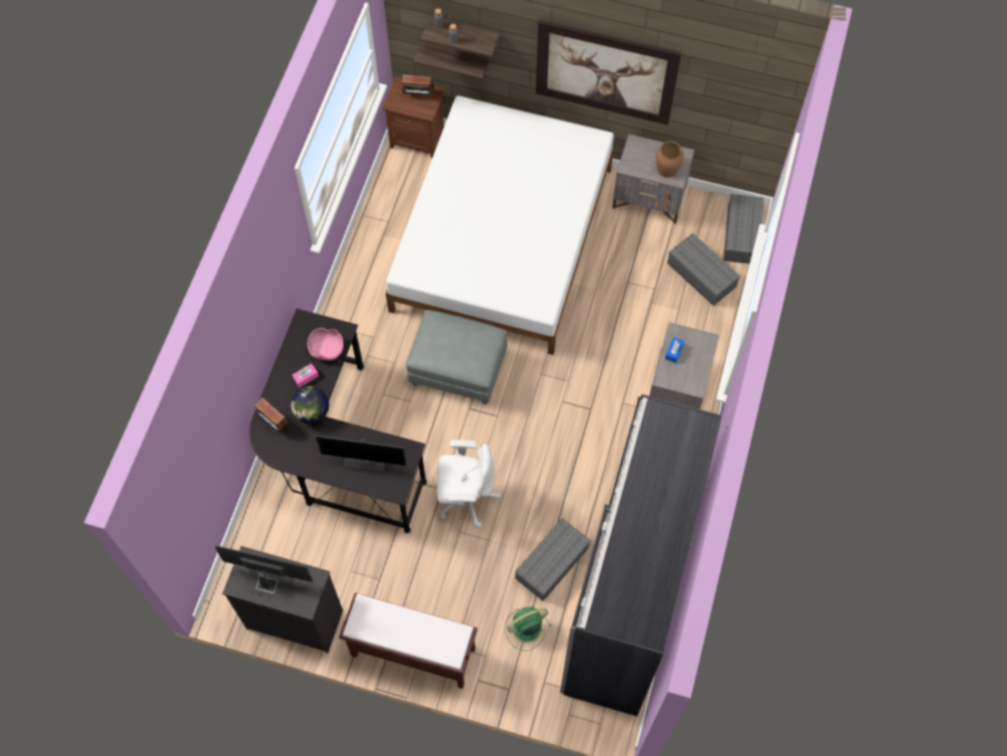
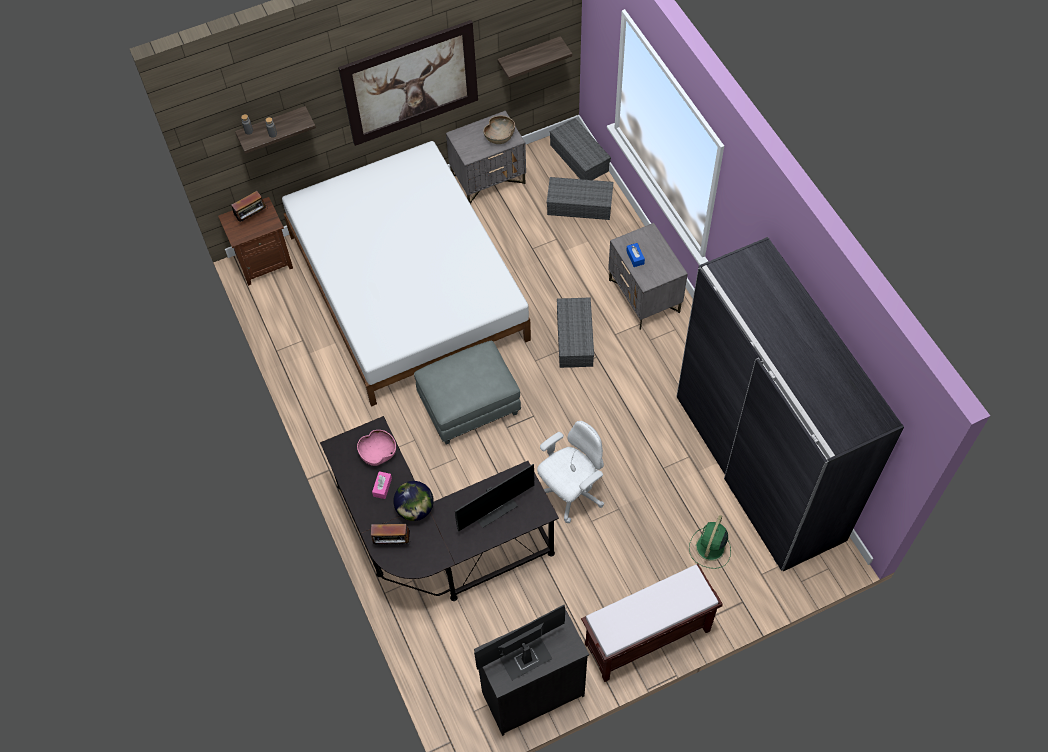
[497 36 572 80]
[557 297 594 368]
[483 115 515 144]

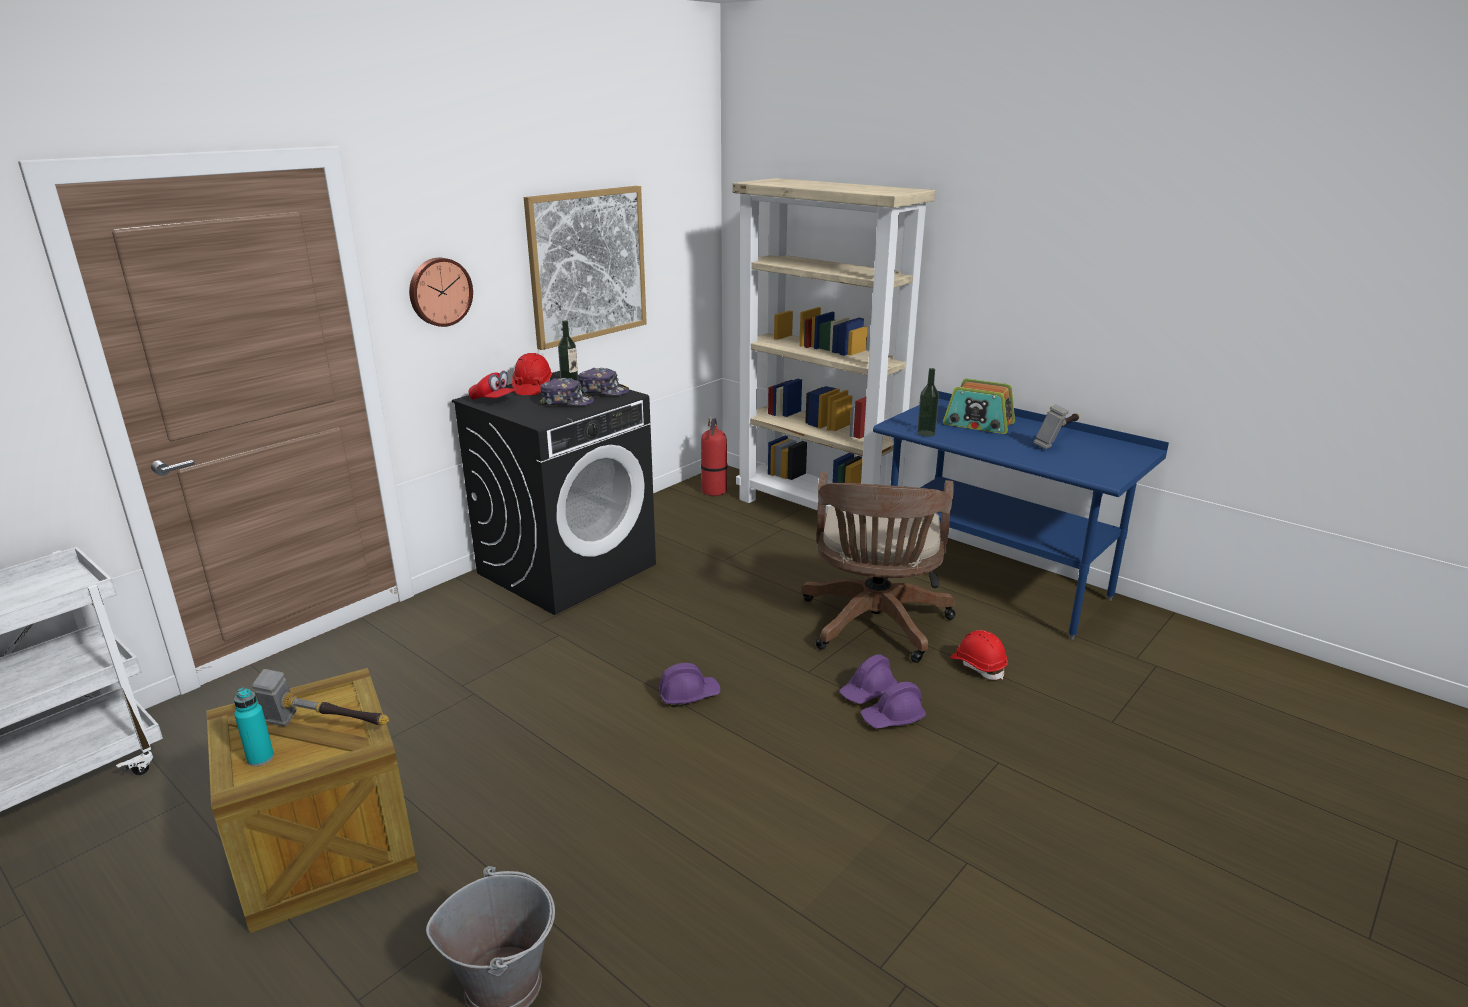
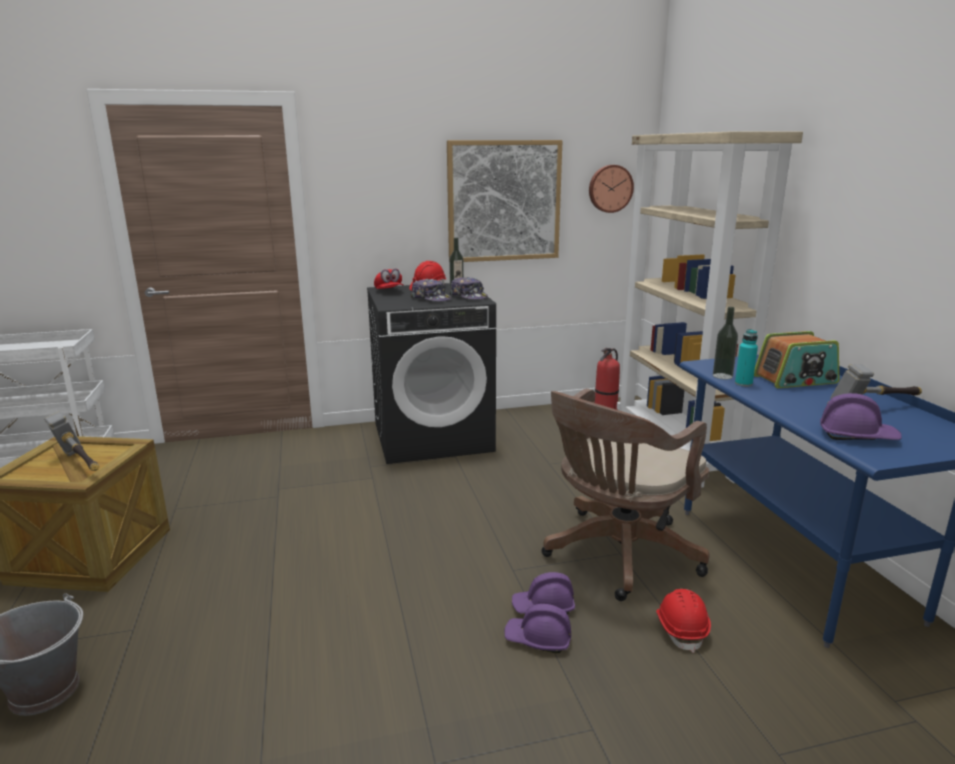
[735 329 758 387]
[589 165 634 213]
[820 393 901 440]
[754 331 839 388]

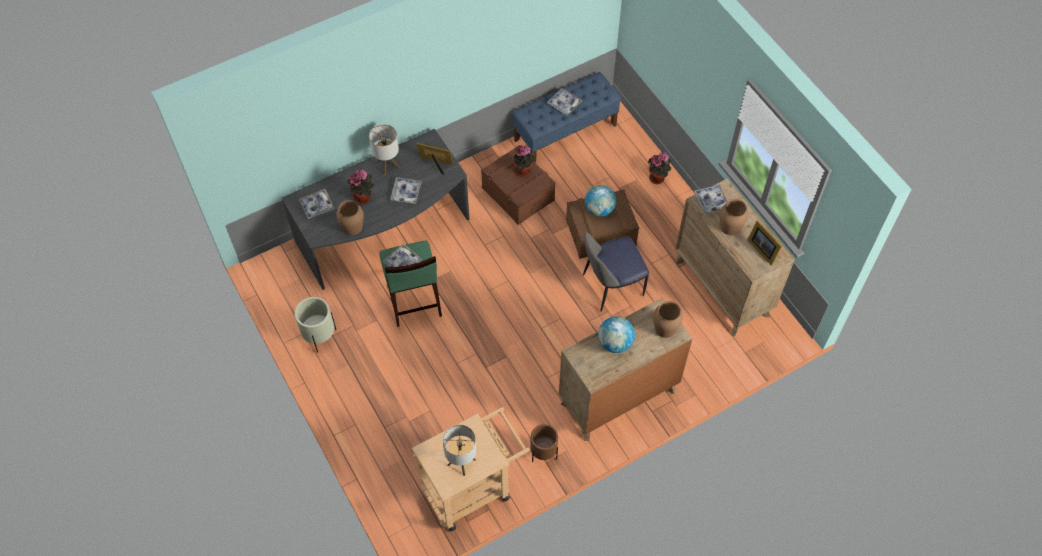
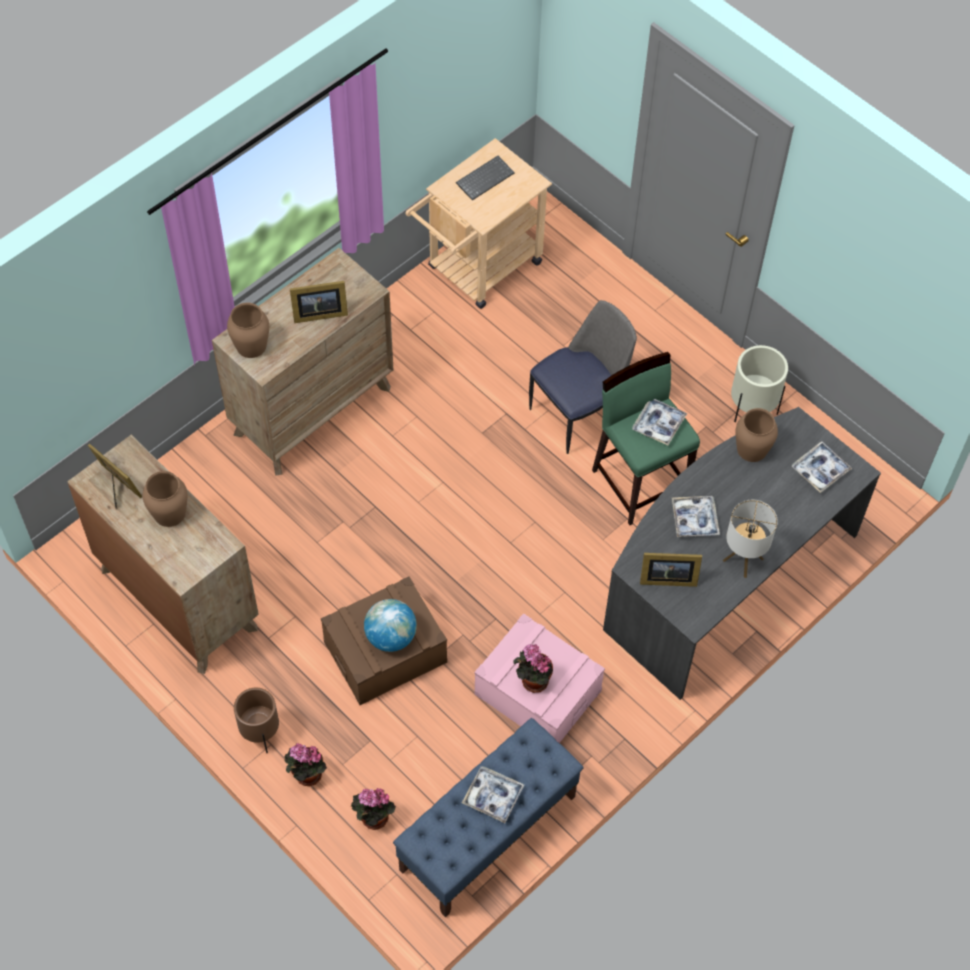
[351 788 396 830]
[456 156 515 200]
[474 613 605 743]
[234 688 279 753]
[529 300 637 454]
[290 281 348 323]
[695 184 728 214] (first image)

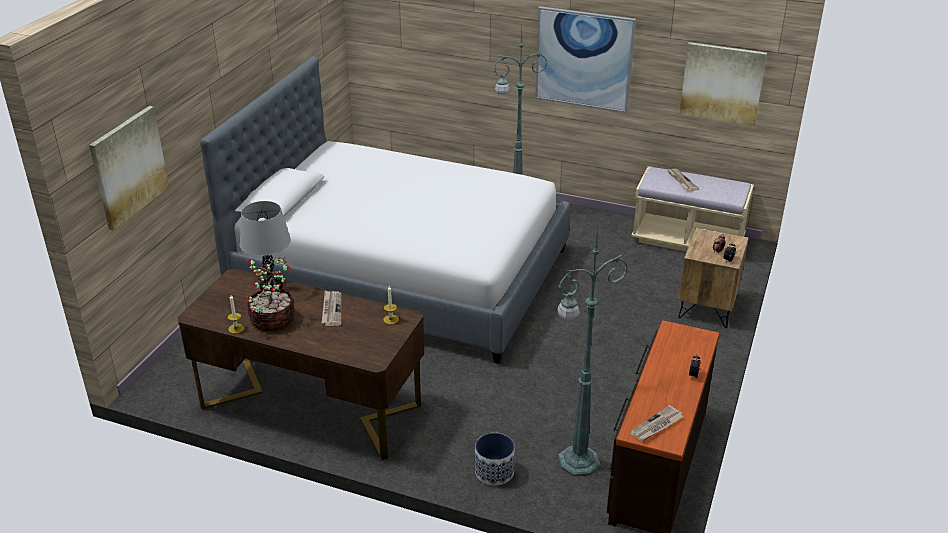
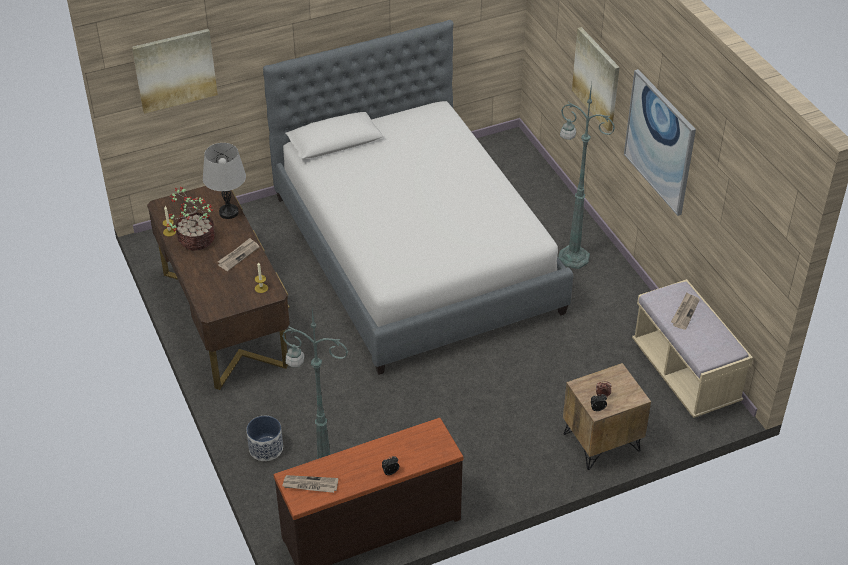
[572 27 620 131]

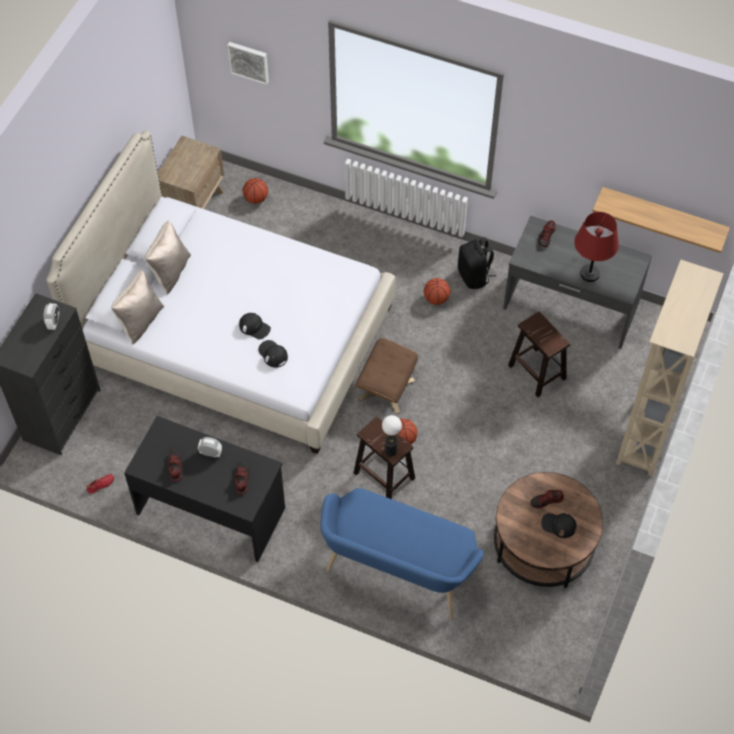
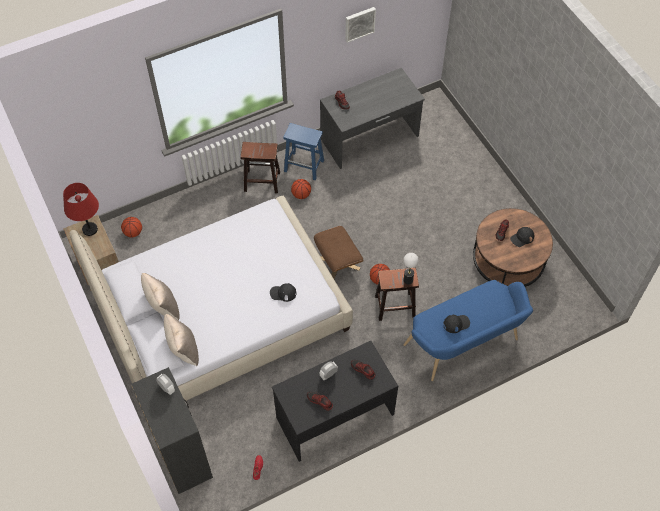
[345 7 376 43]
[443 314 470 333]
[283 123 324 180]
[240 142 280 194]
[63 183 99 236]
[592 187 730 253] (first image)
[616 260 724 477] (first image)

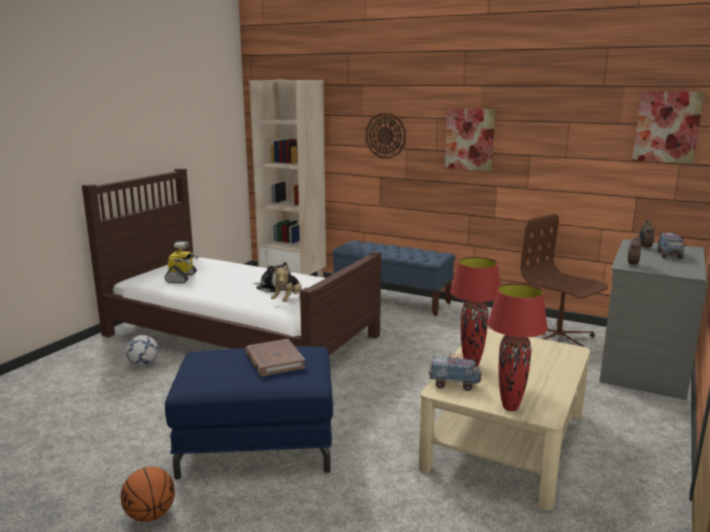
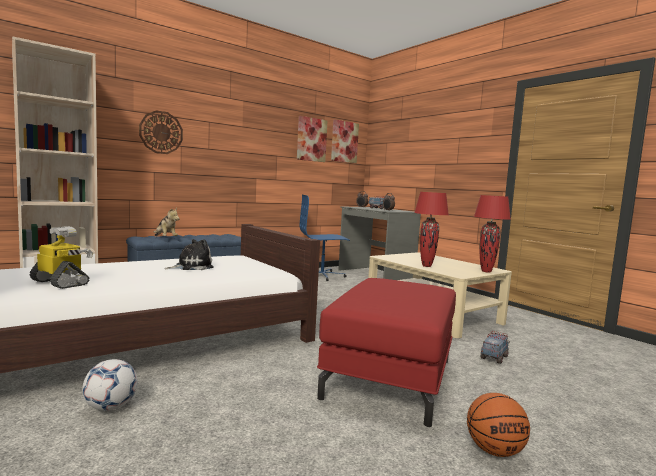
[317 278 456 427]
[245 339 305 376] (first image)
[154 208 179 236]
[481 331 510 364]
[297 116 327 162]
[300 195 350 281]

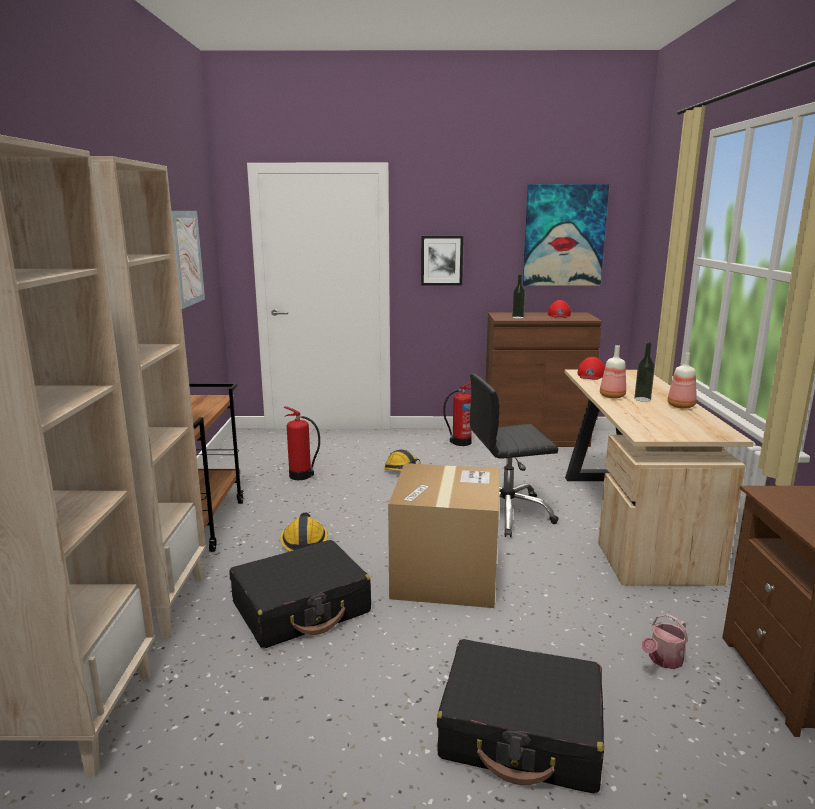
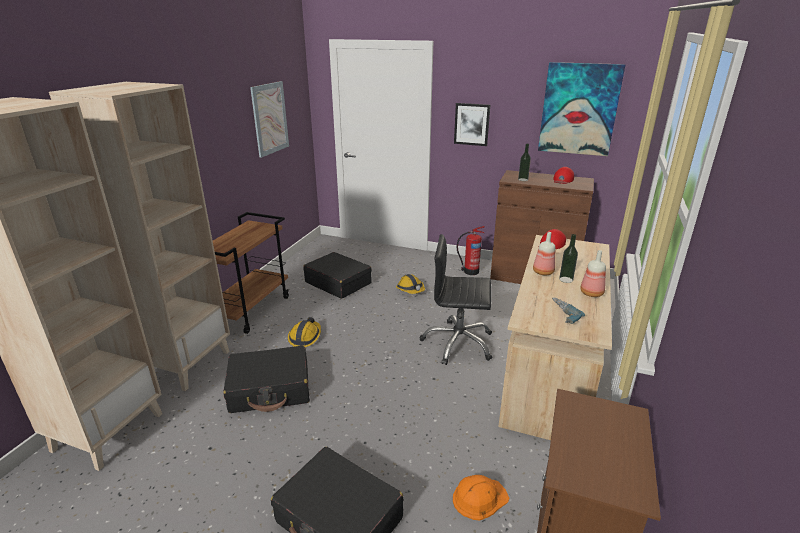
[303 252 372 299]
[388 463 500 608] (first image)
[453 475 509 520]
[552 297 585 324]

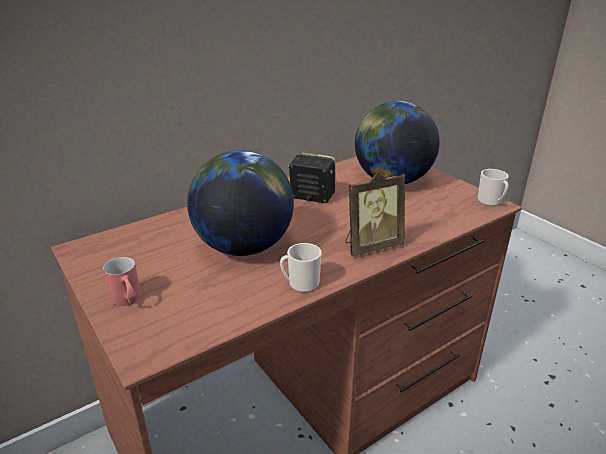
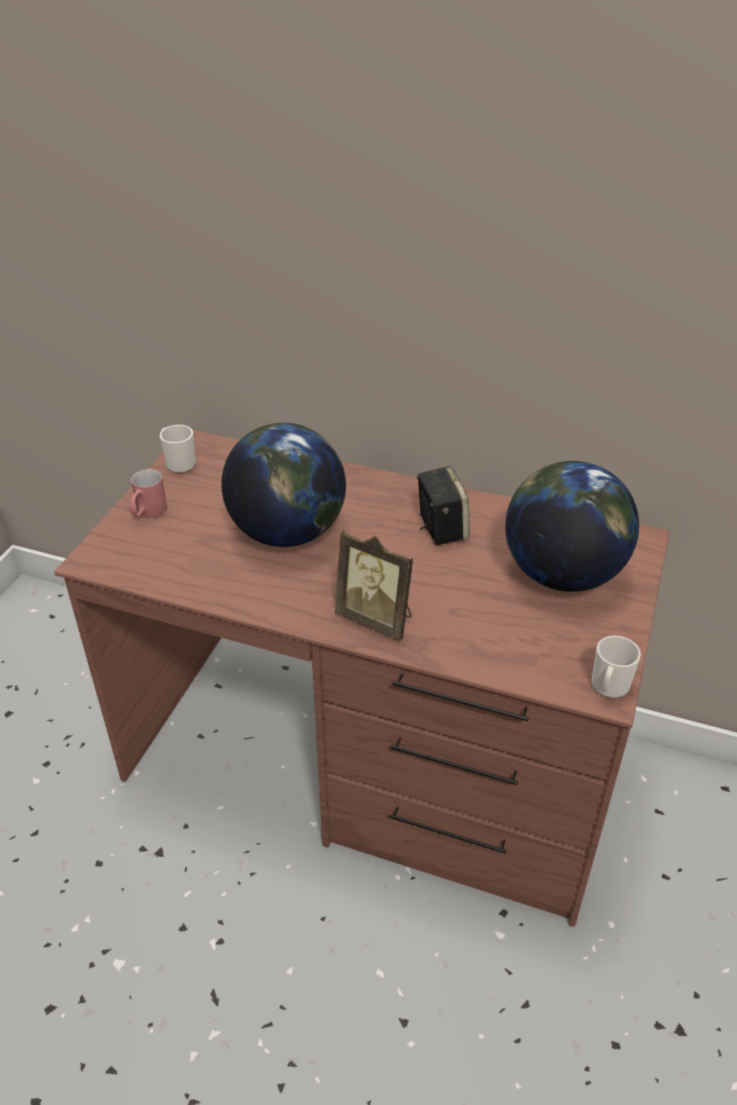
[160 425 196 473]

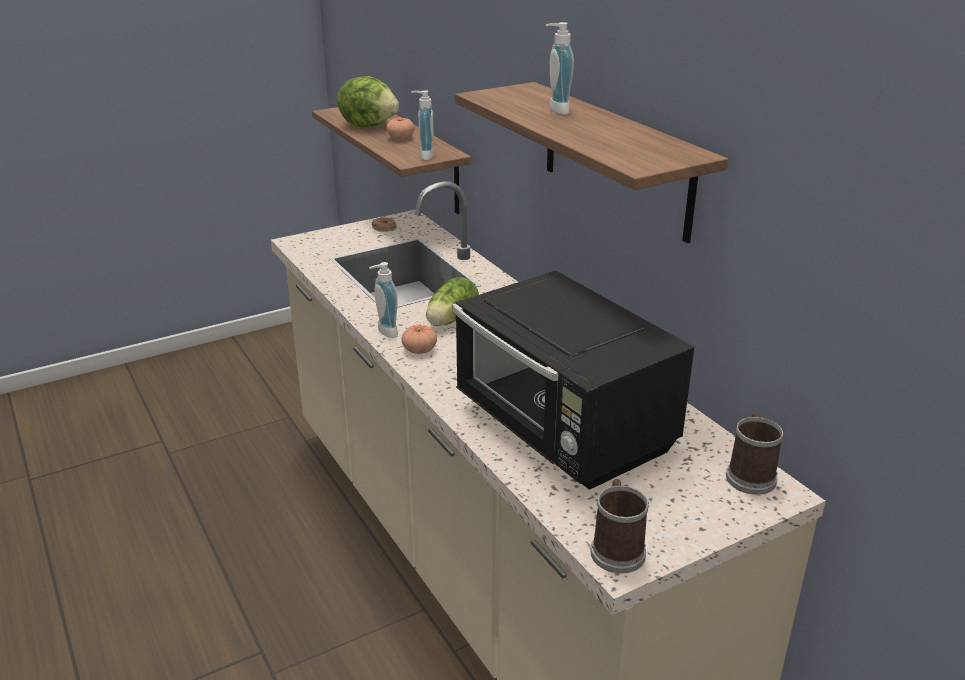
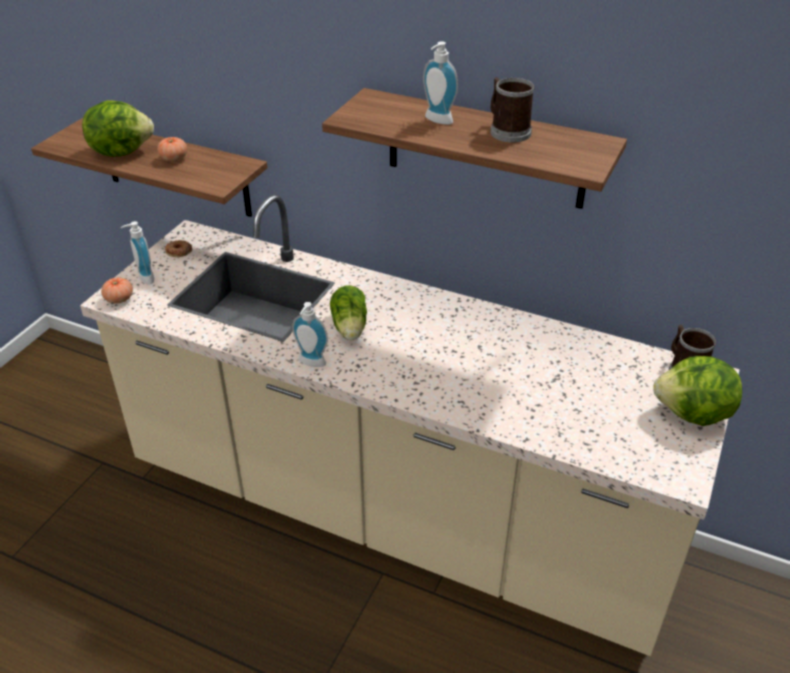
[101 277 133 303]
[121 221 154 284]
[452 270 694 490] (first image)
[490 77 535 143]
[653 356 742 426]

